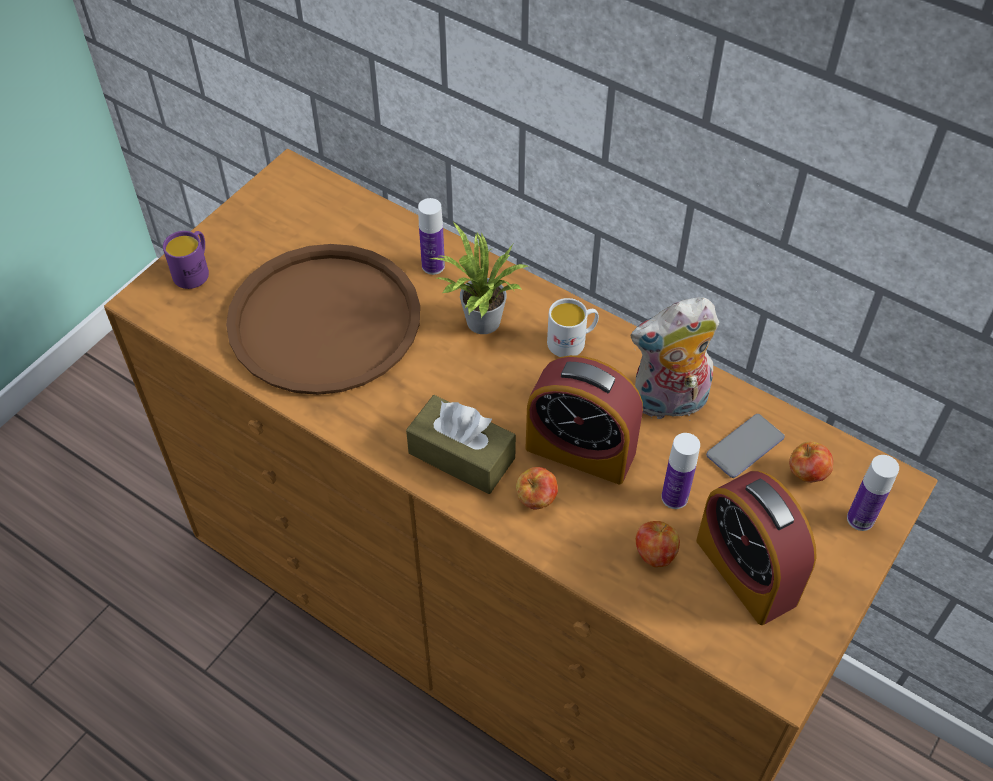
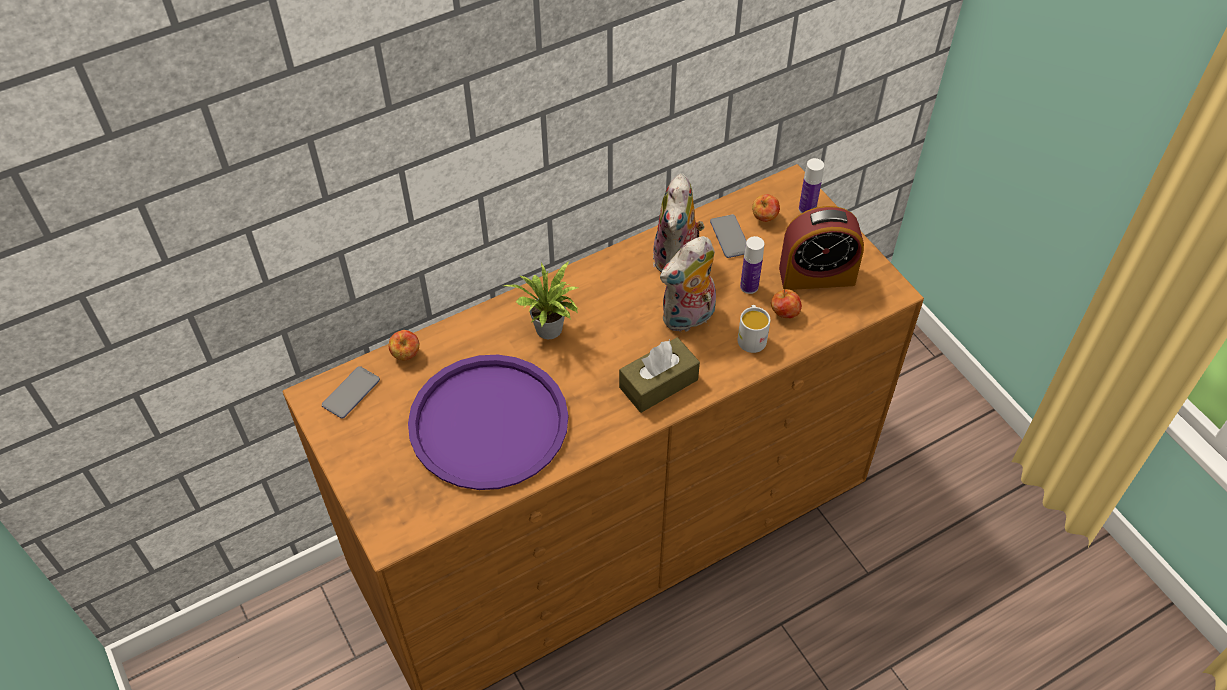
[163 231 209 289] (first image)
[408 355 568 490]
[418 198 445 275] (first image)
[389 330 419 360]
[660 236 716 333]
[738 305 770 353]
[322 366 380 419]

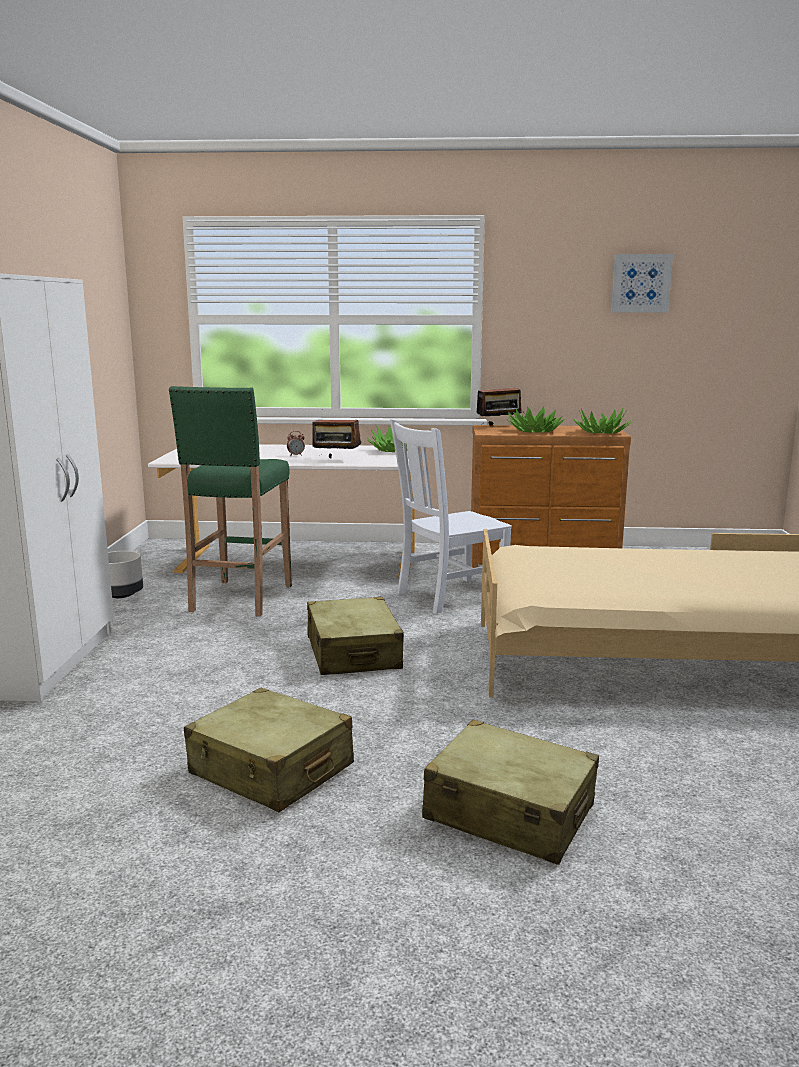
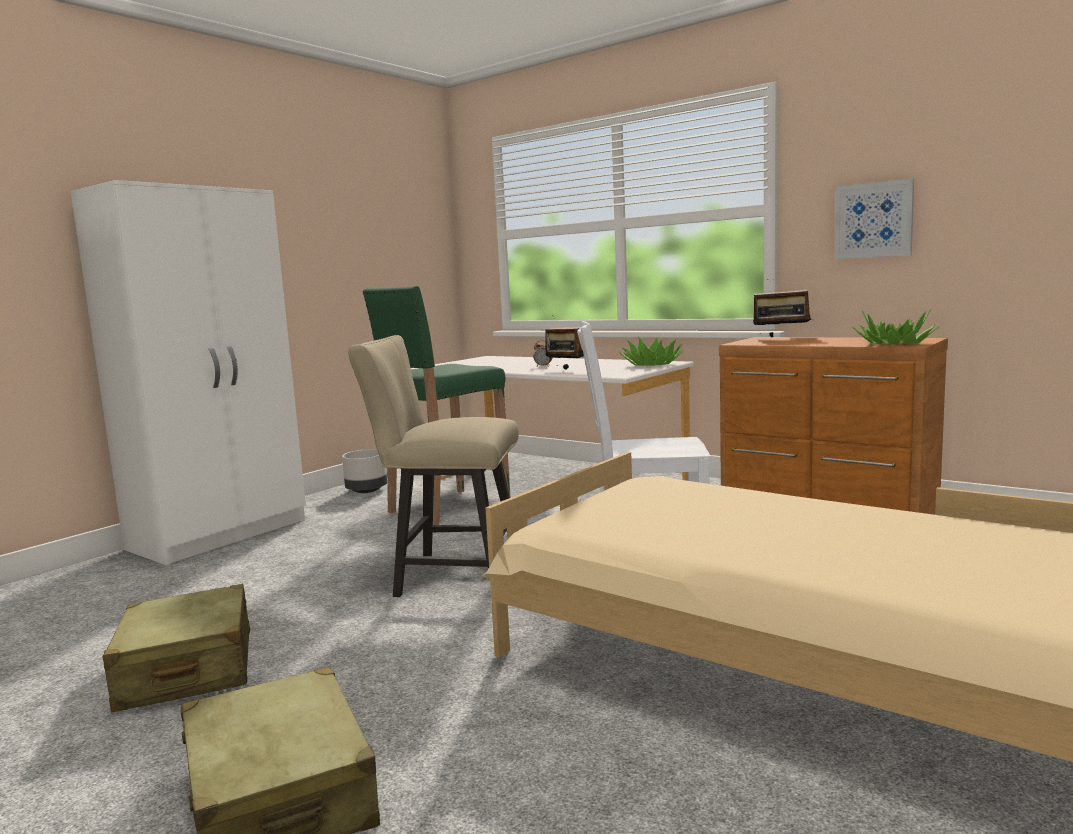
[348 335 519 597]
[506 405 565 433] (first image)
[835 179 914 259]

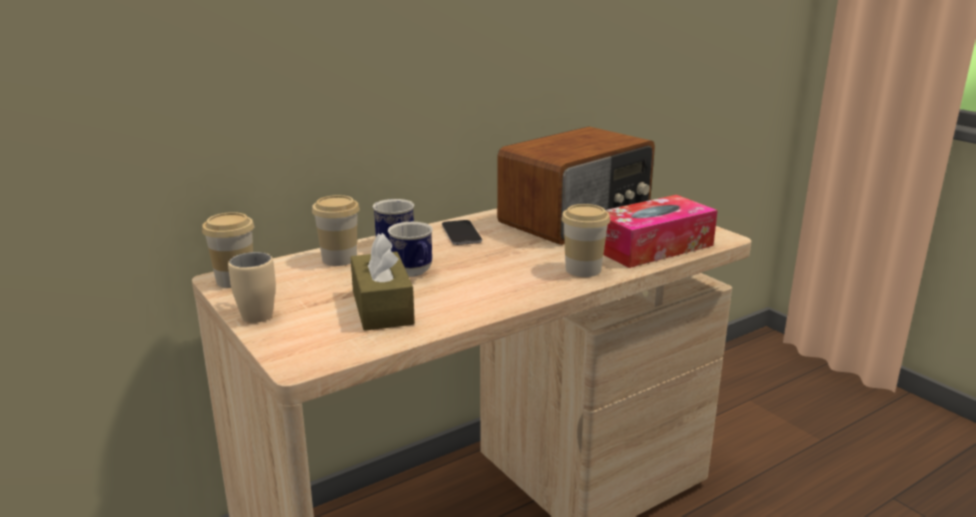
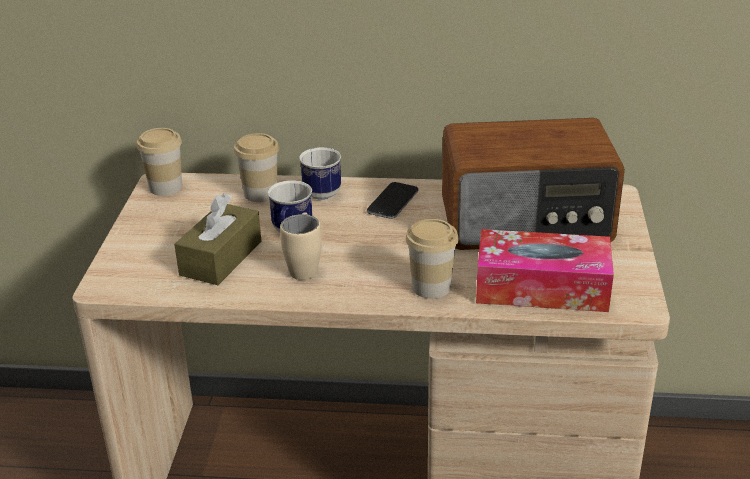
[280 212 322 280]

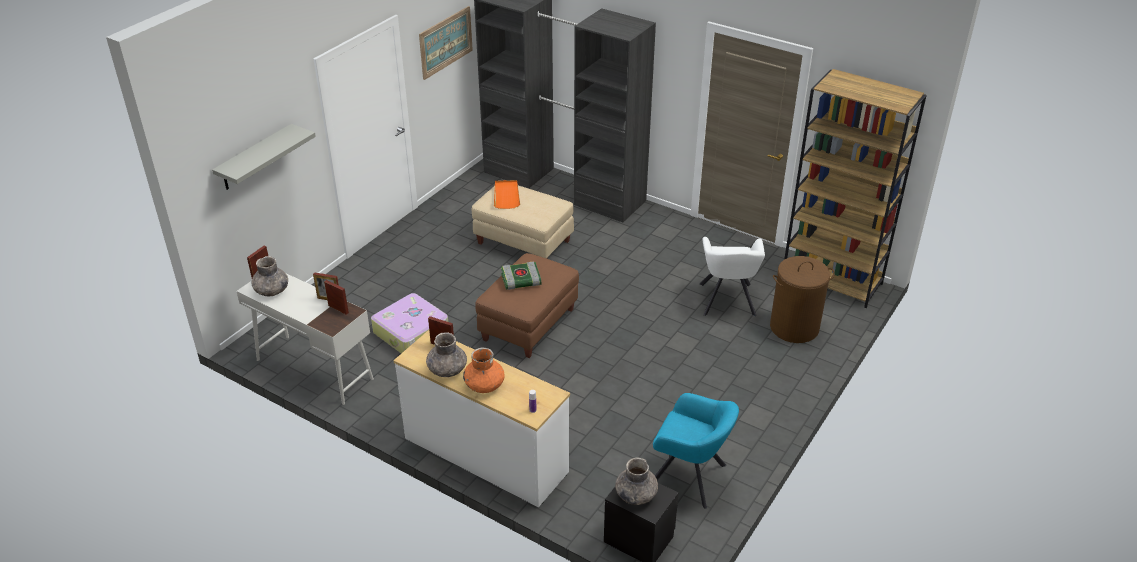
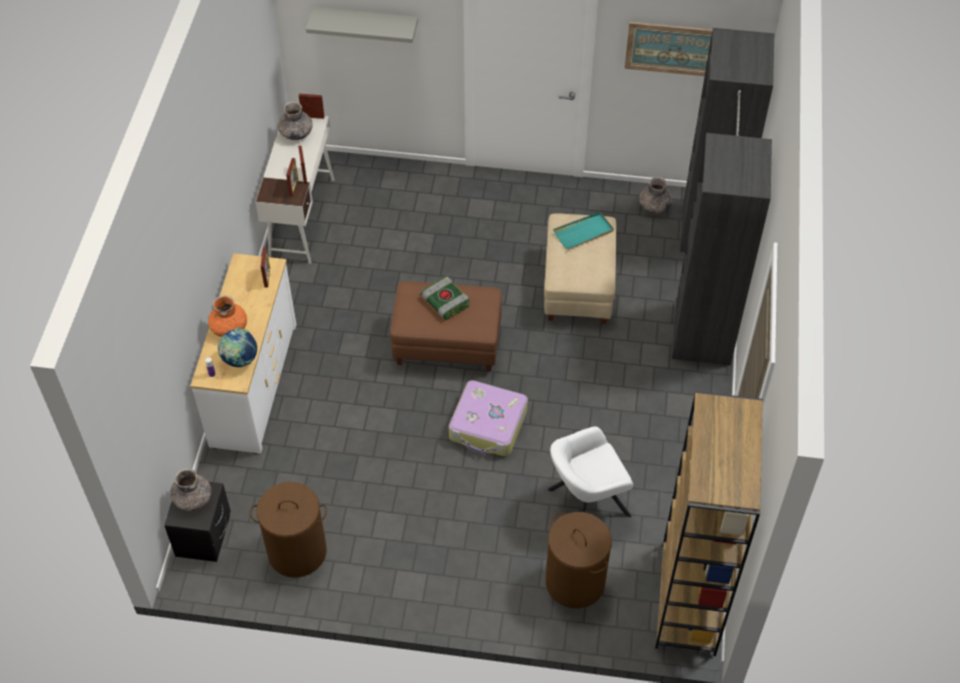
[449 380 528 457]
[639 177 672 213]
[553 212 614 250]
[250 482 327 578]
[218 328 257 367]

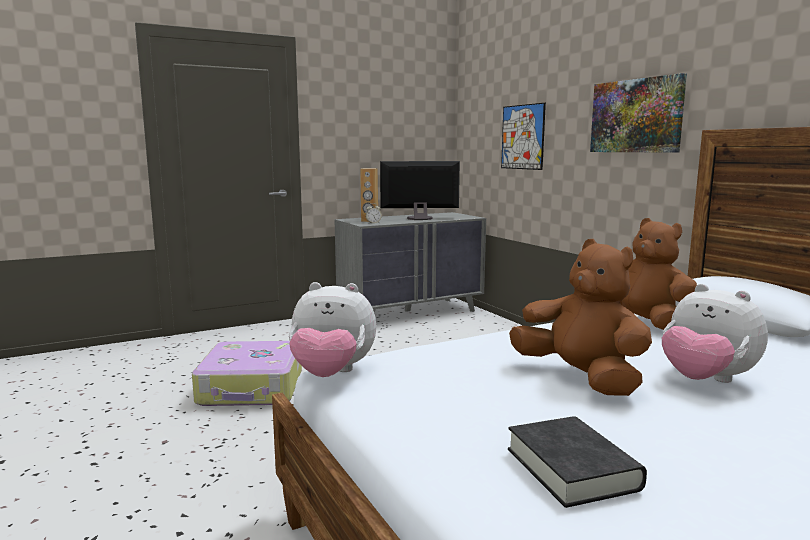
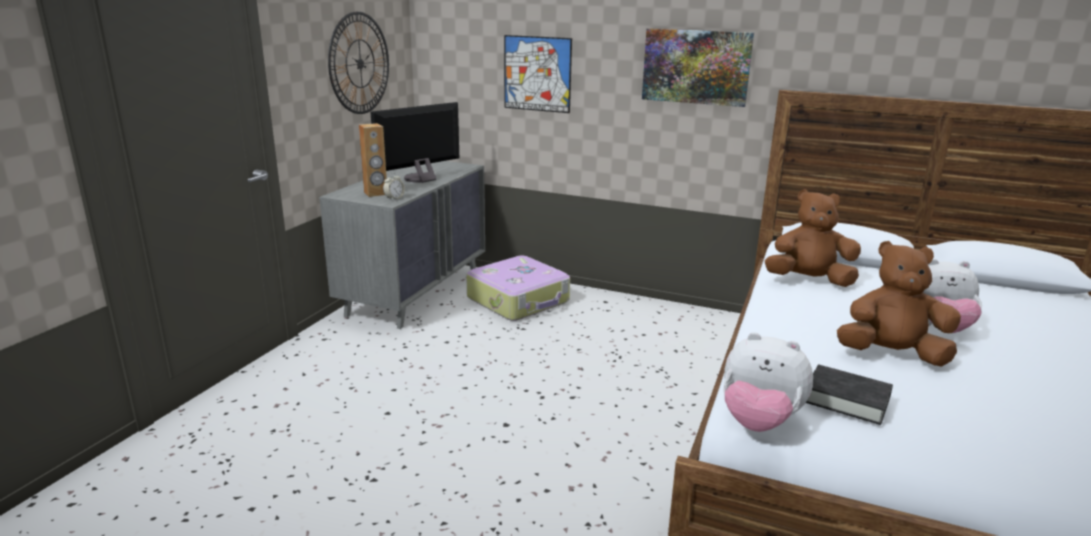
[466 255 570 321]
[723 332 813 432]
[806 365 893 425]
[328 12 389 114]

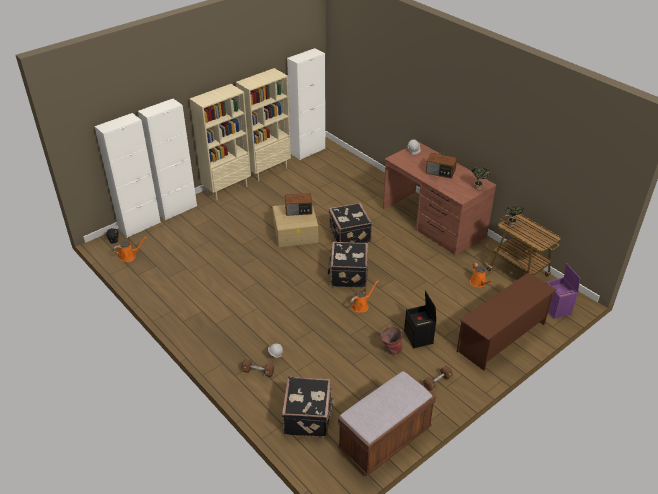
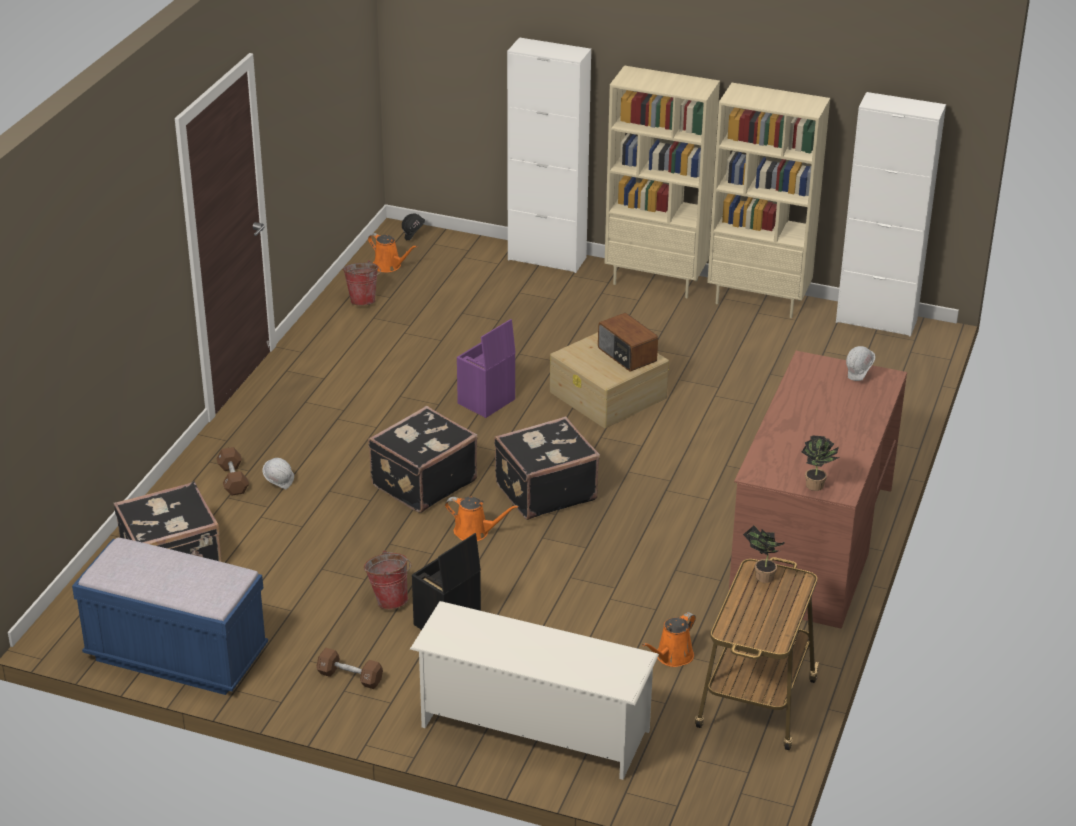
[95 113 161 238] (first image)
[368 406 478 513]
[72 538 268 695]
[426 153 457 179] (first image)
[410 601 659 780]
[457 319 515 418]
[343 260 381 306]

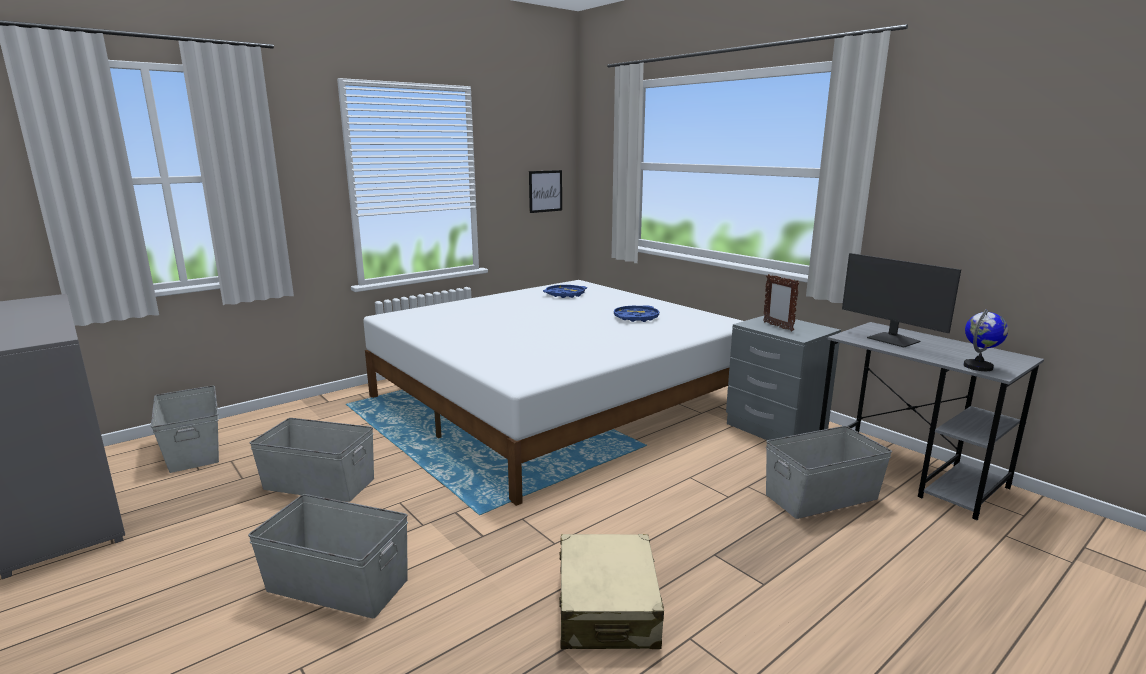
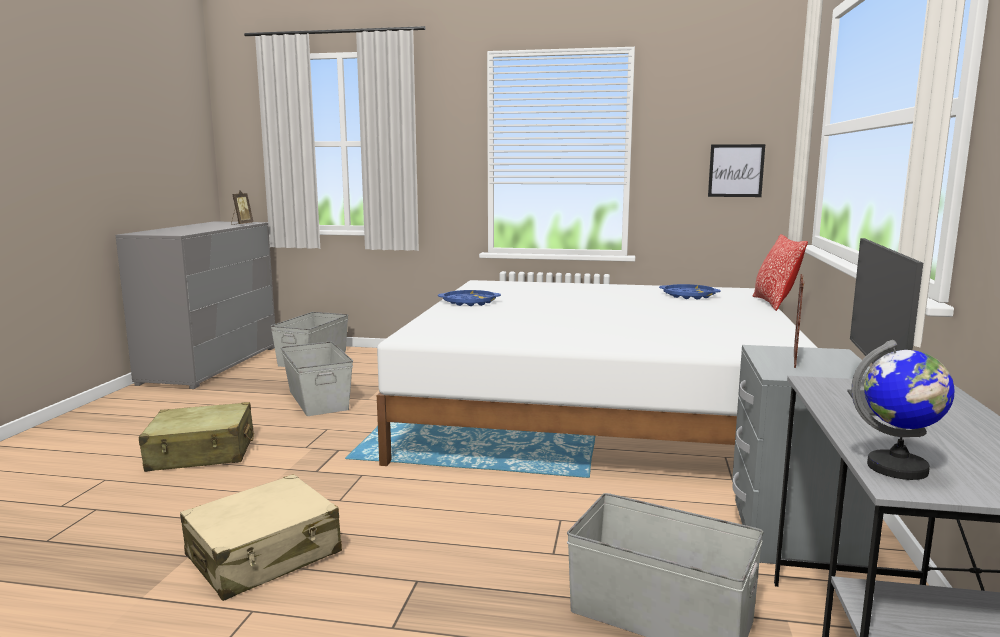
[139 402 254 472]
[438 290 501 306]
[231 191 253 225]
[753 234 808 311]

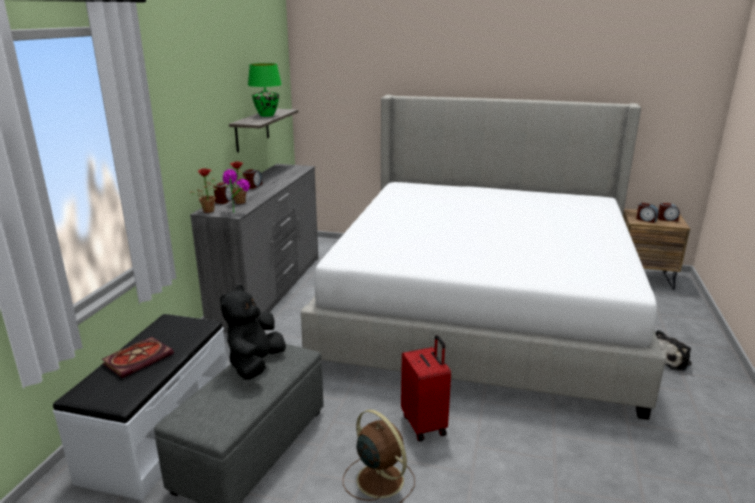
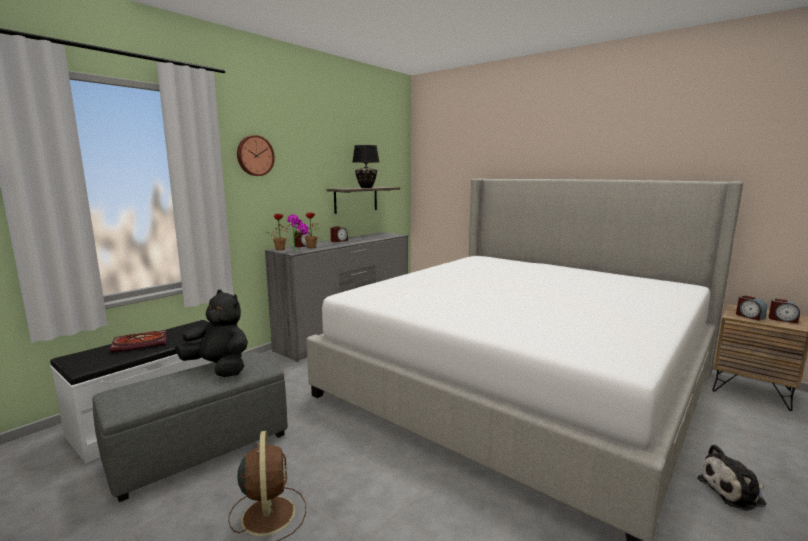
[175 290 248 377]
[353 145 379 188]
[401 335 451 441] (first image)
[237 135 275 176]

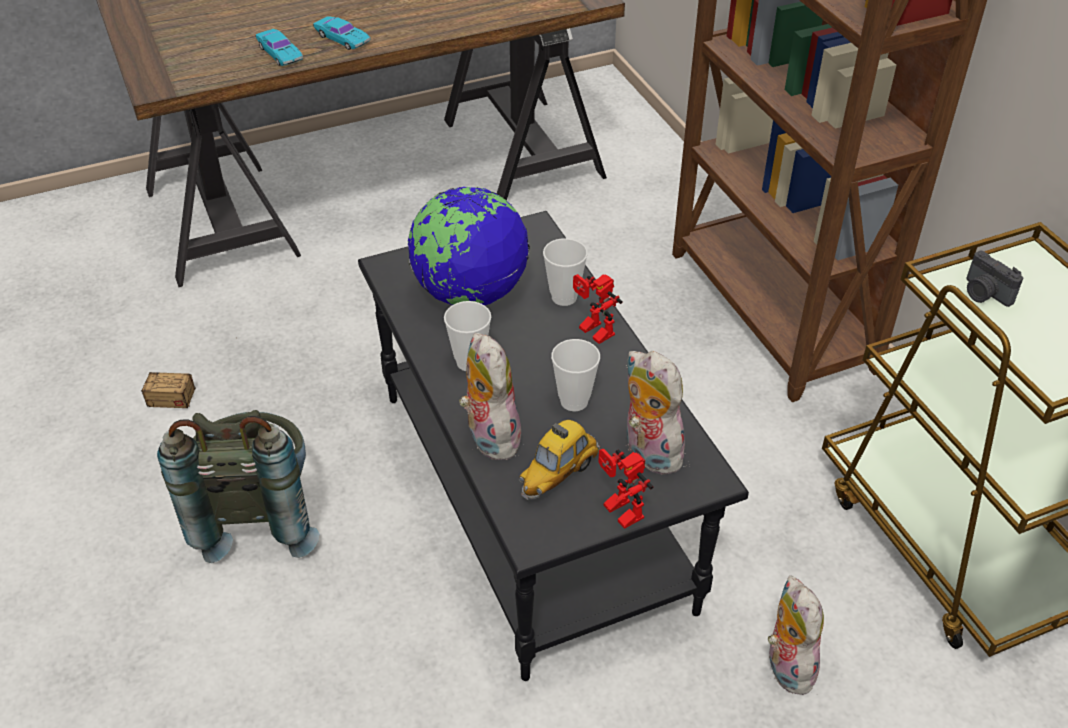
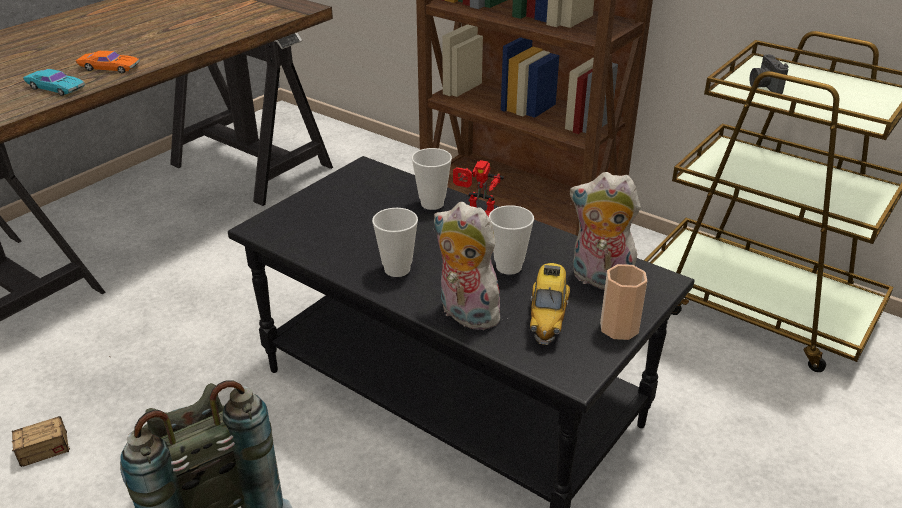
[76 51 140 73]
[408 187 530 305] (first image)
[600 264 647 340]
[768 575 824 695] (first image)
[750 54 789 94]

